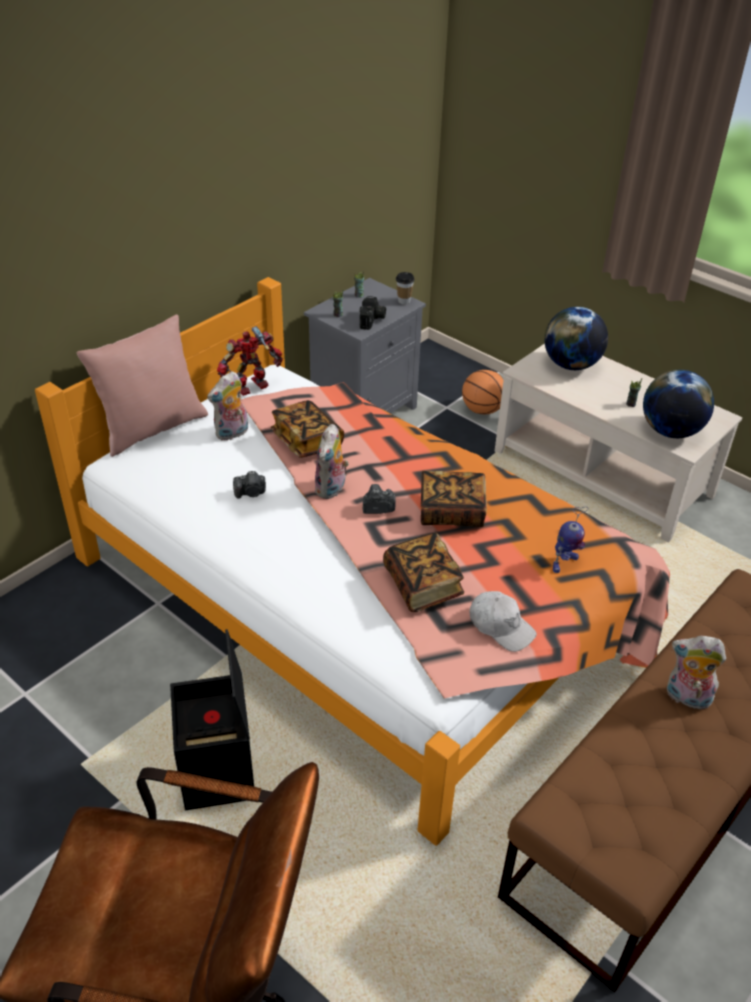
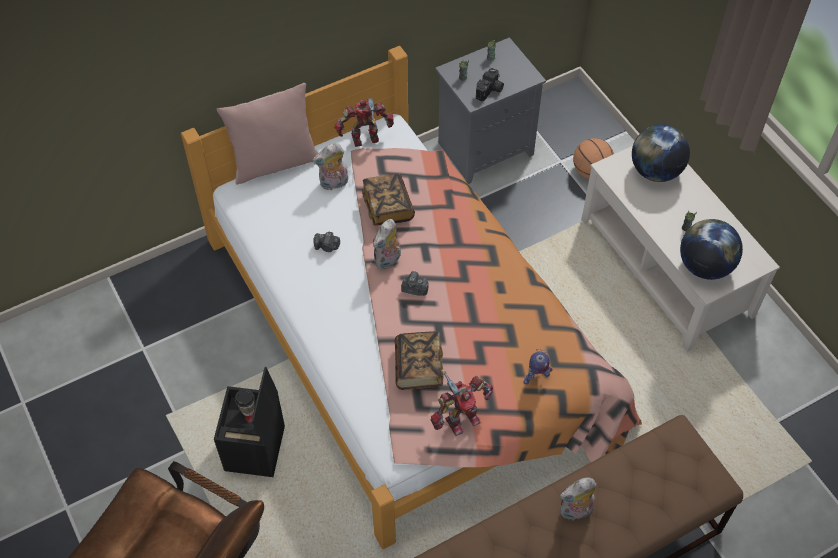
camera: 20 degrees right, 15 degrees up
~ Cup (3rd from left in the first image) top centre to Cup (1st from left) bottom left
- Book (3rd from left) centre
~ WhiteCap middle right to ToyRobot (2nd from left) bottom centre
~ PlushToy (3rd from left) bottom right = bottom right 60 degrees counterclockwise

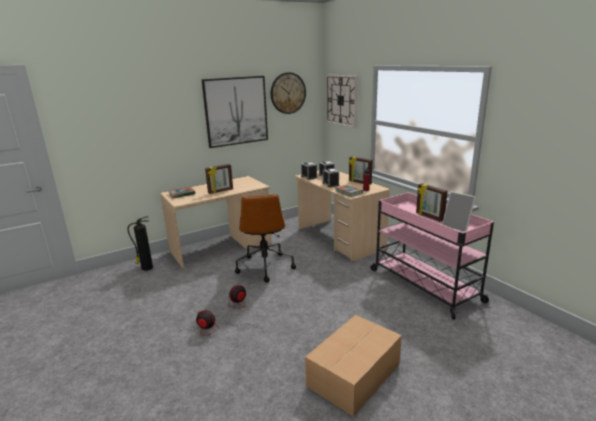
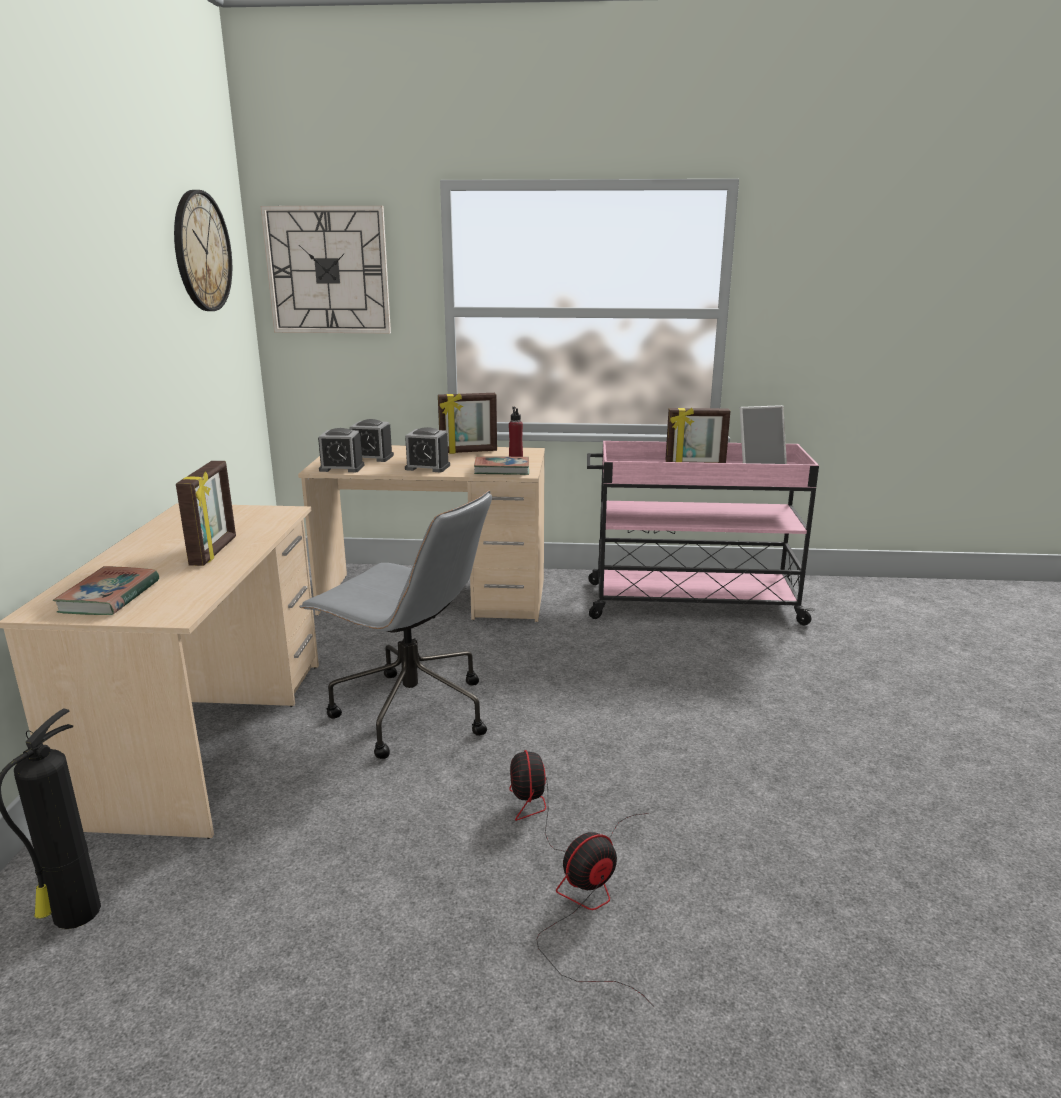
camera: 55 degrees left, 0 degrees up
- Picture top centre
~ BrownOfficeChair centre to GreyOfficeChair centre
- CardboardBox bottom centre

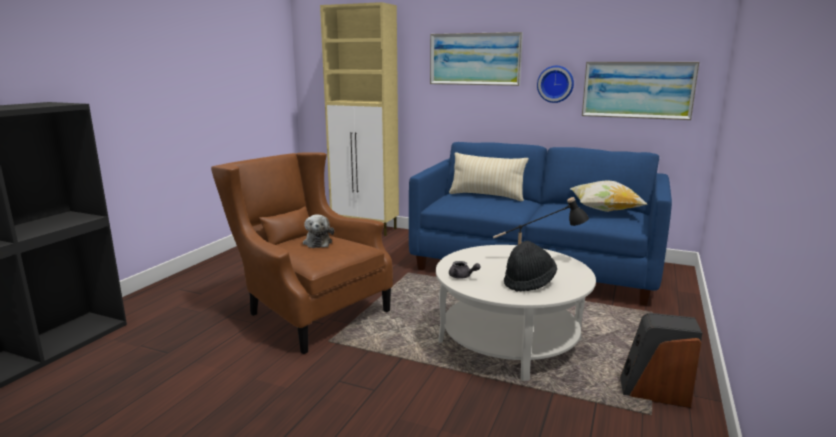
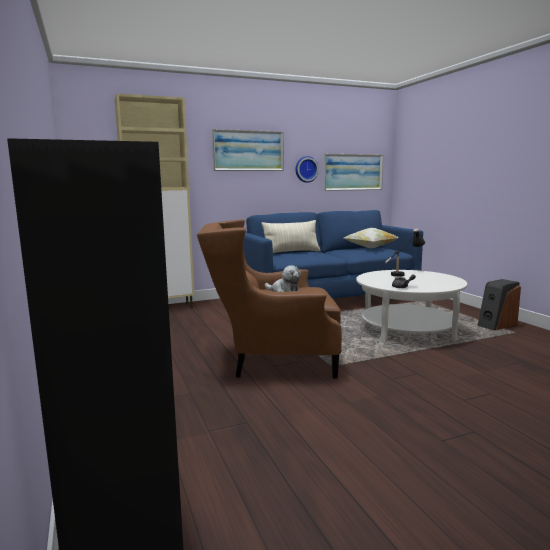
camera: 45 degrees left, 5 degrees down
- BlackHat centre

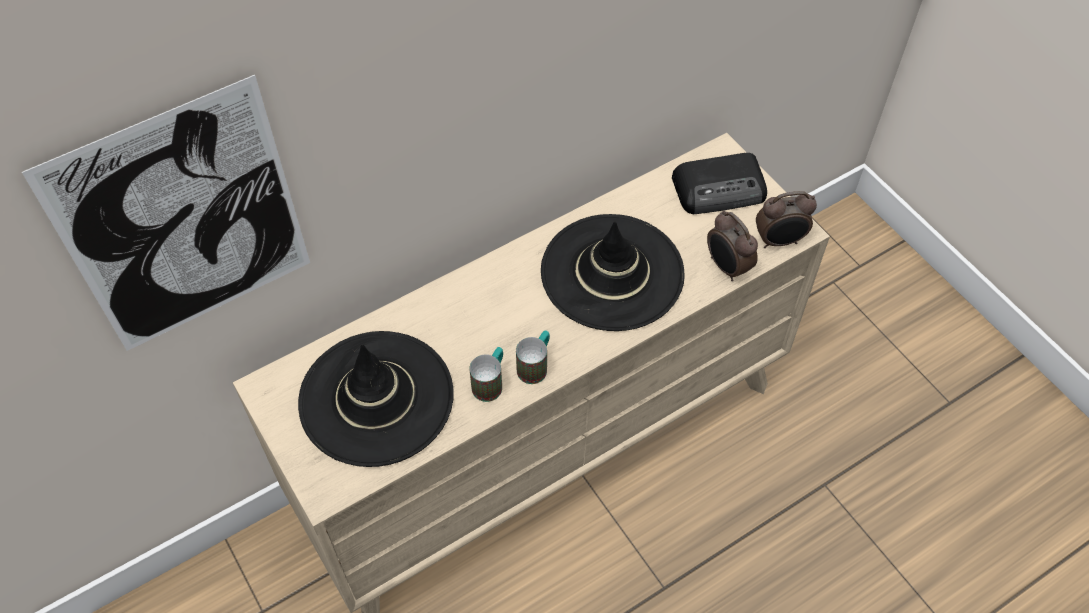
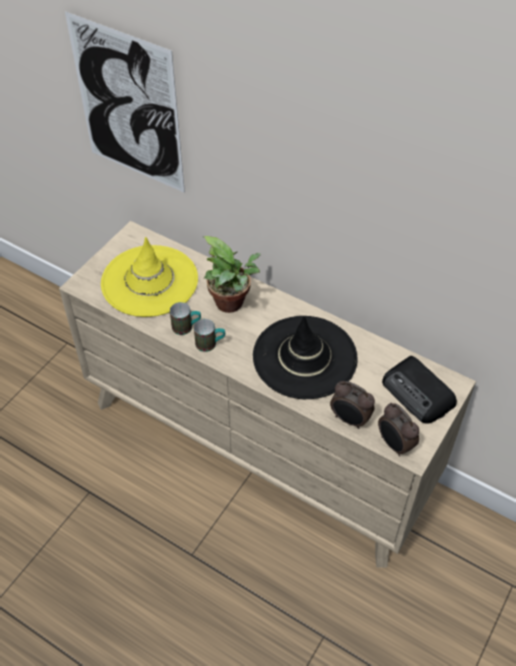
camera: 65 degrees right, 5 degrees down
~ BlackHat (1st from left) centre to YellowHat middle left
~ AlarmClock (1st from left) middle right = middle right 90 degrees counterclockwise
+ PottedPlant centre

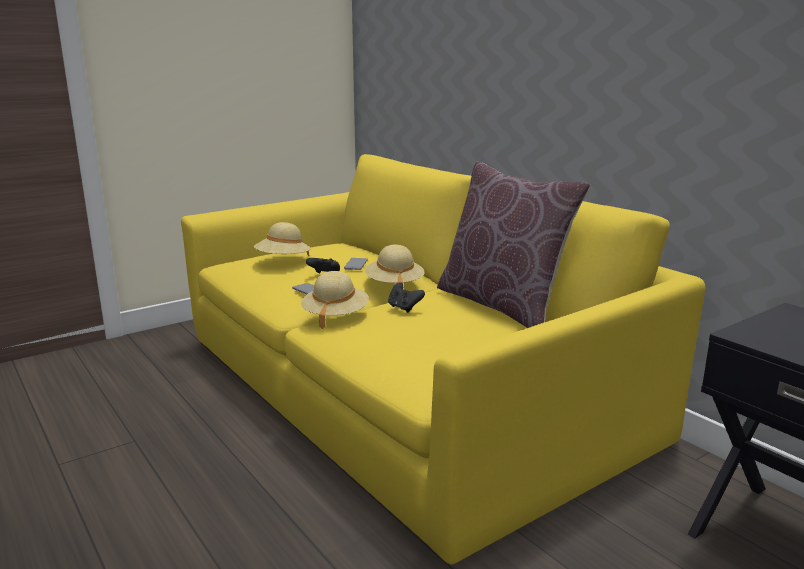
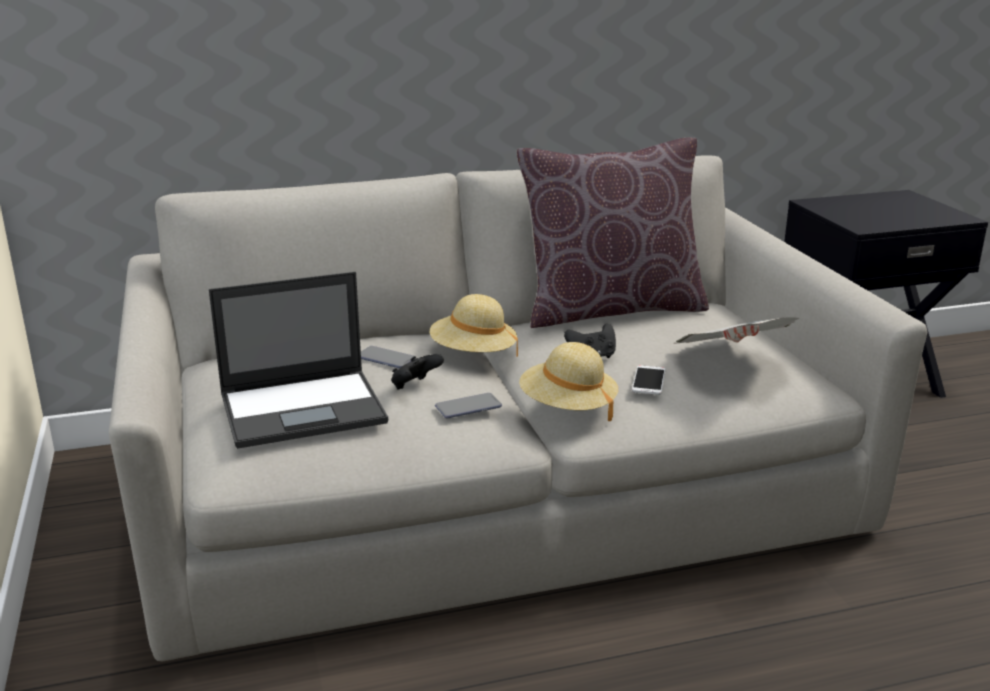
camera: 70 degrees left, 5 degrees up
~ YellowSofa centre to GreySofa centre
~ BeigeHat (1st from left) centre to Laptop middle left
+ Phone (3rd from left) centre
+ Newspaper middle right

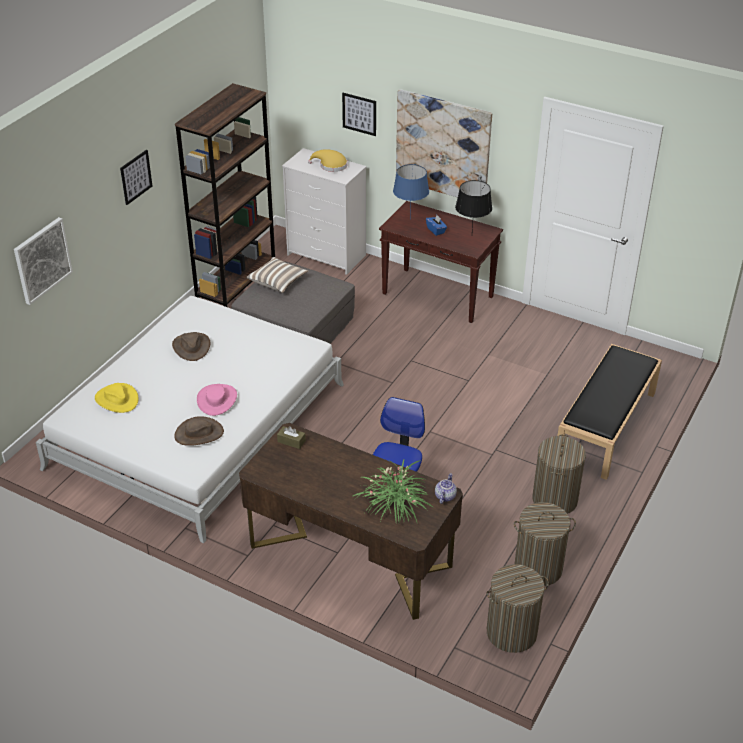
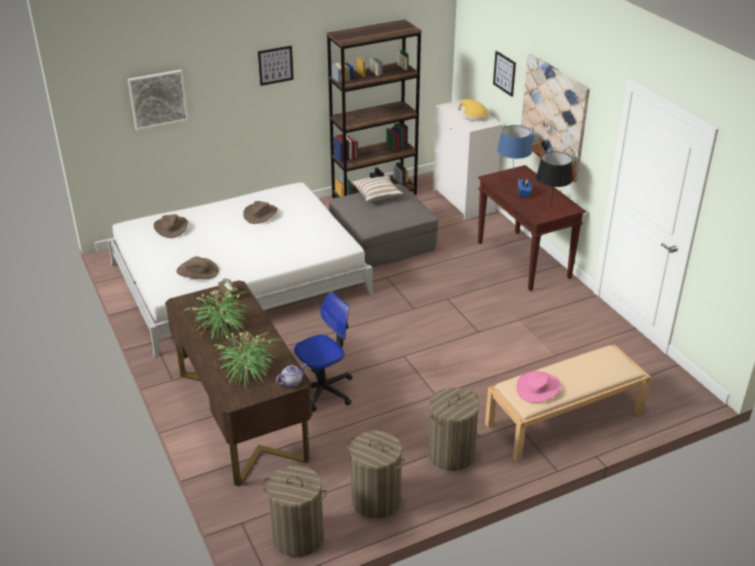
camera: 35 degrees right, 5 degrees down
~ YellowHat (1st from left) middle left to BrownHat (1st from left) middle left
~ PinkHat middle left to bottom right
~ BlackBench middle right to BeigeBench bottom right
+ PottedPlant (1st from left) middle left

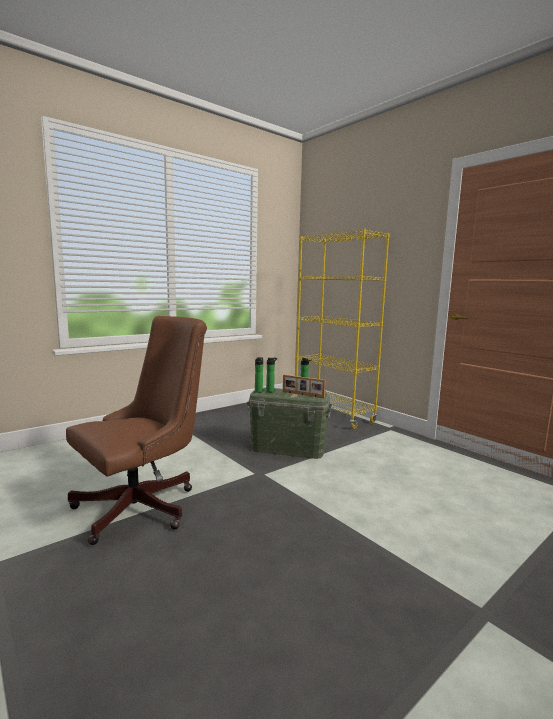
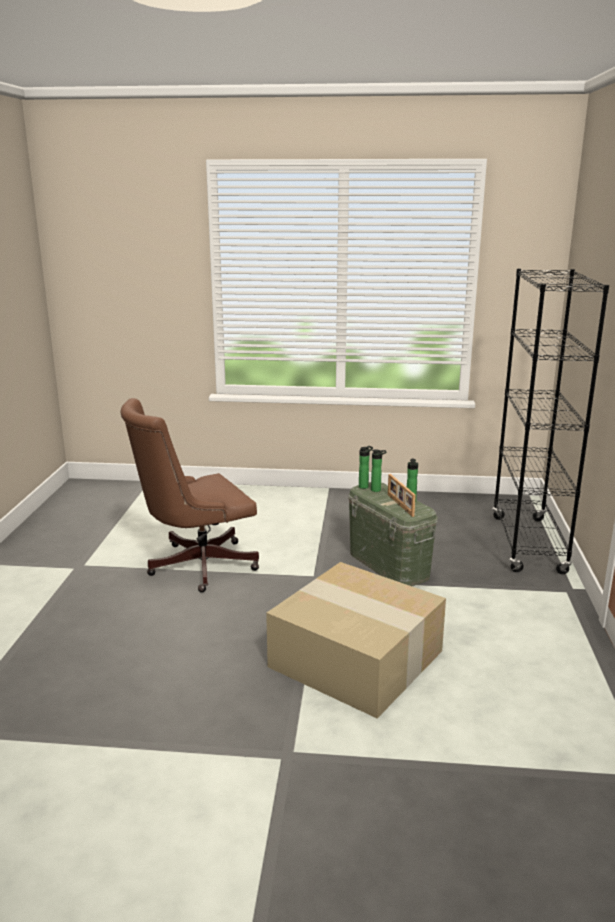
camera: 45 degrees right, 10 degrees up
~ BrownOfficeChair middle left = middle left 150 degrees clockwise
~ YellowBookcase centre to BlackBookcase middle right
+ CardboardBox bottom centre

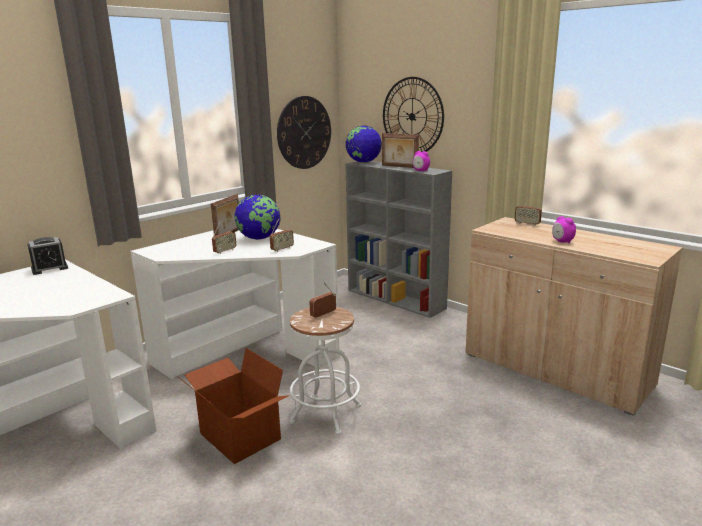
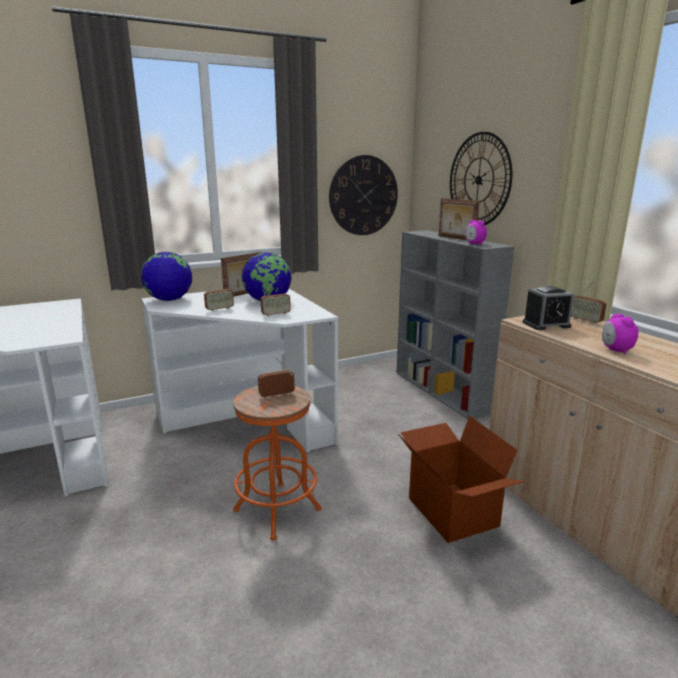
camera: 20 degrees right, 0 degrees up
~ AlarmClock (1st from left in the first image) middle left to AlarmClock (2nd from left) middle right
~ CardboardBox bottom centre to bottom right
~ WhiteStool bottom centre to OrangeStool bottom centre
~ Globe (2nd from left in the first image) top centre to Globe (1st from left) middle left

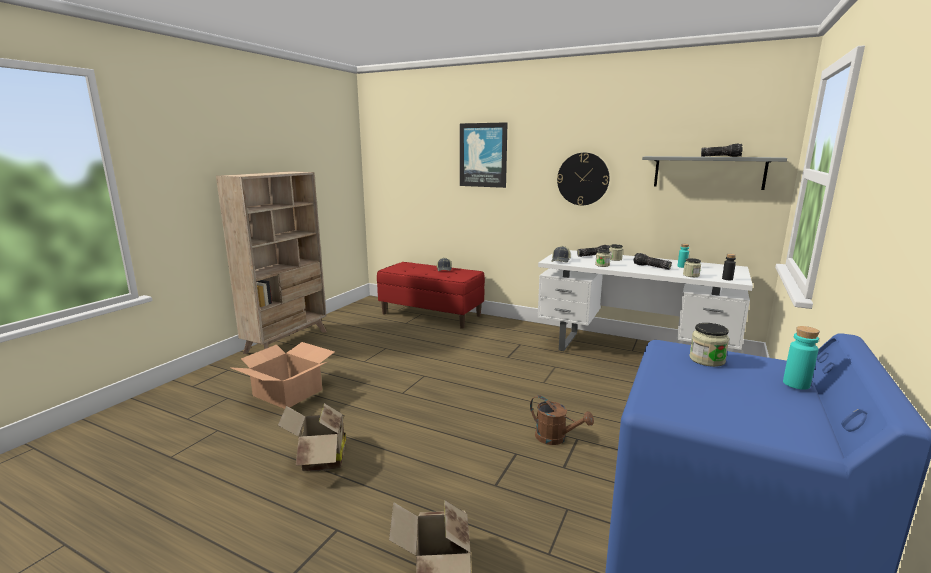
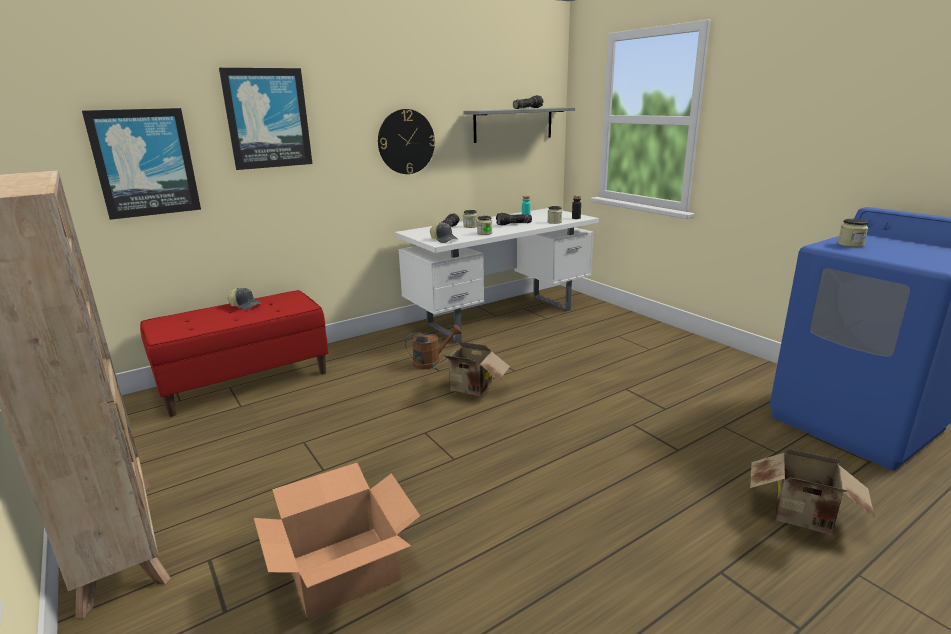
camera: 60 degrees left, 5 degrees up
~ CardboardBox (2nd from left) bottom centre to centre
~ BrownWateringCan bottom centre to centre
- TurquoiseBottle (2nd from left) middle right
+ Picture (1st from left) top left

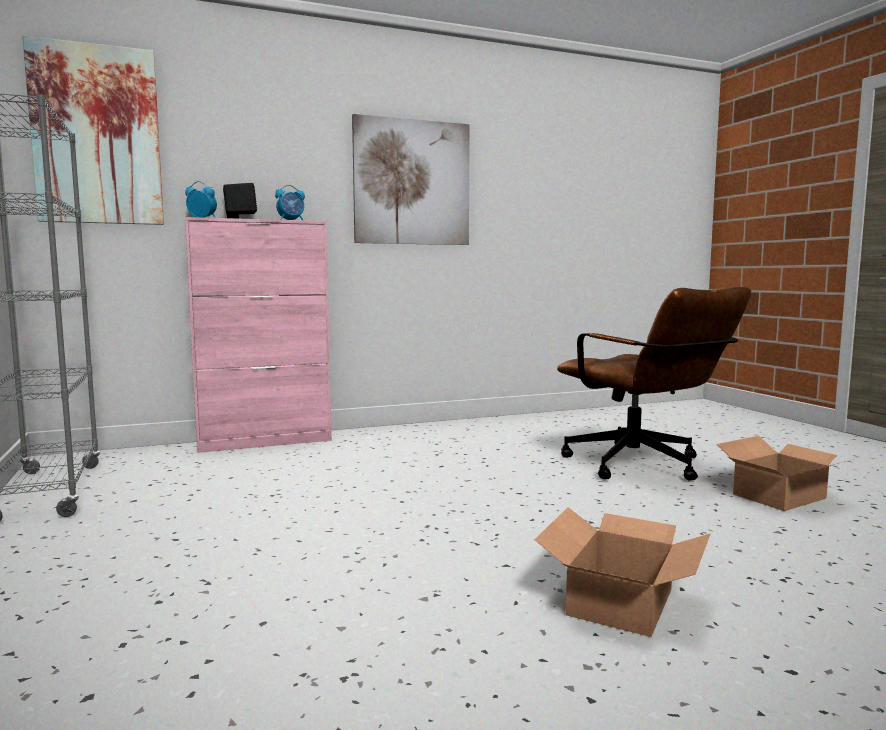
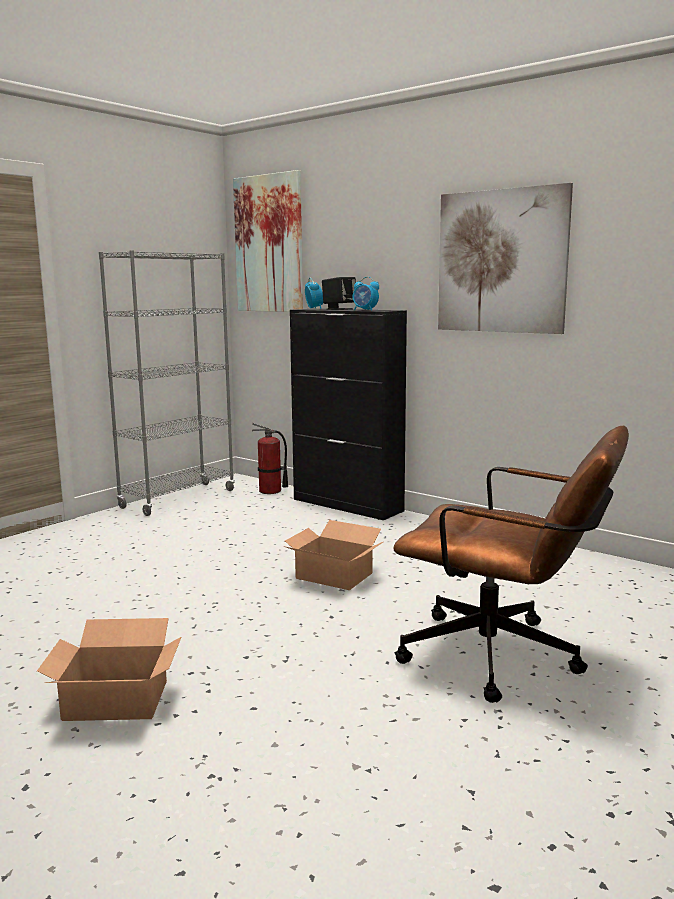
camera: 60 degrees right, 5 degrees up
~ PinkCabinet middle left to BlackCabinet centre
~ BrownOfficeChair middle right = middle right 90 degrees counterclockwise
~ CardboardBox (2nd from left) middle right to centre
+ FireExtinguisher centre

